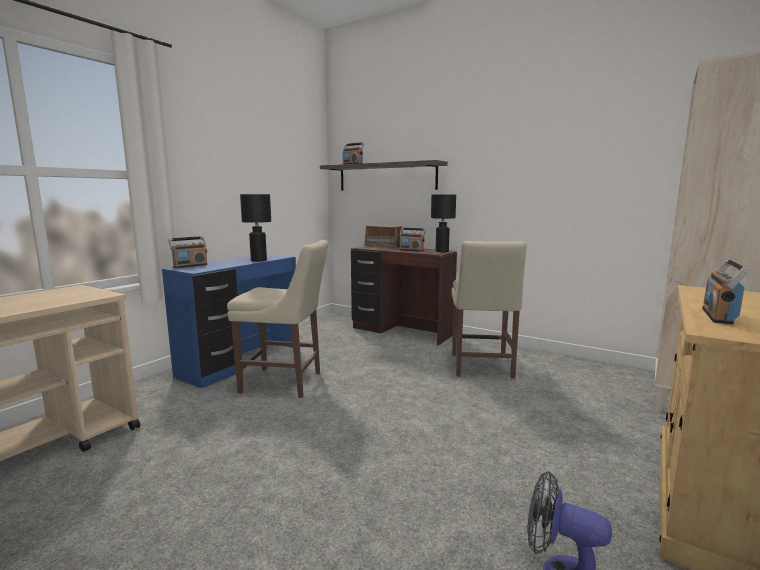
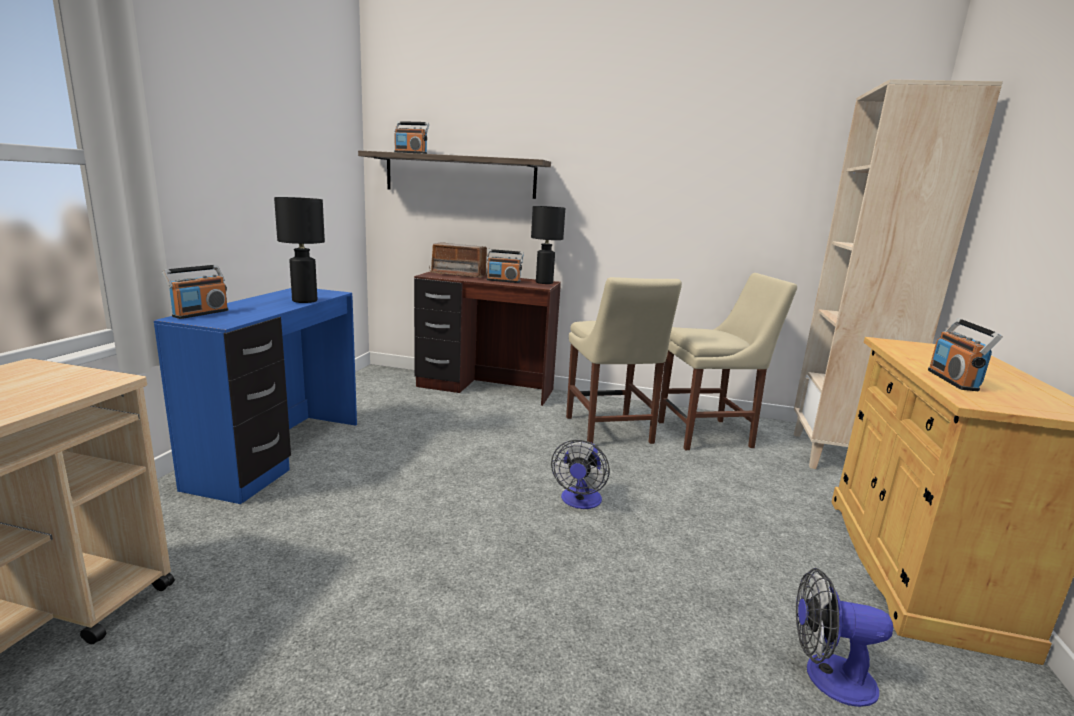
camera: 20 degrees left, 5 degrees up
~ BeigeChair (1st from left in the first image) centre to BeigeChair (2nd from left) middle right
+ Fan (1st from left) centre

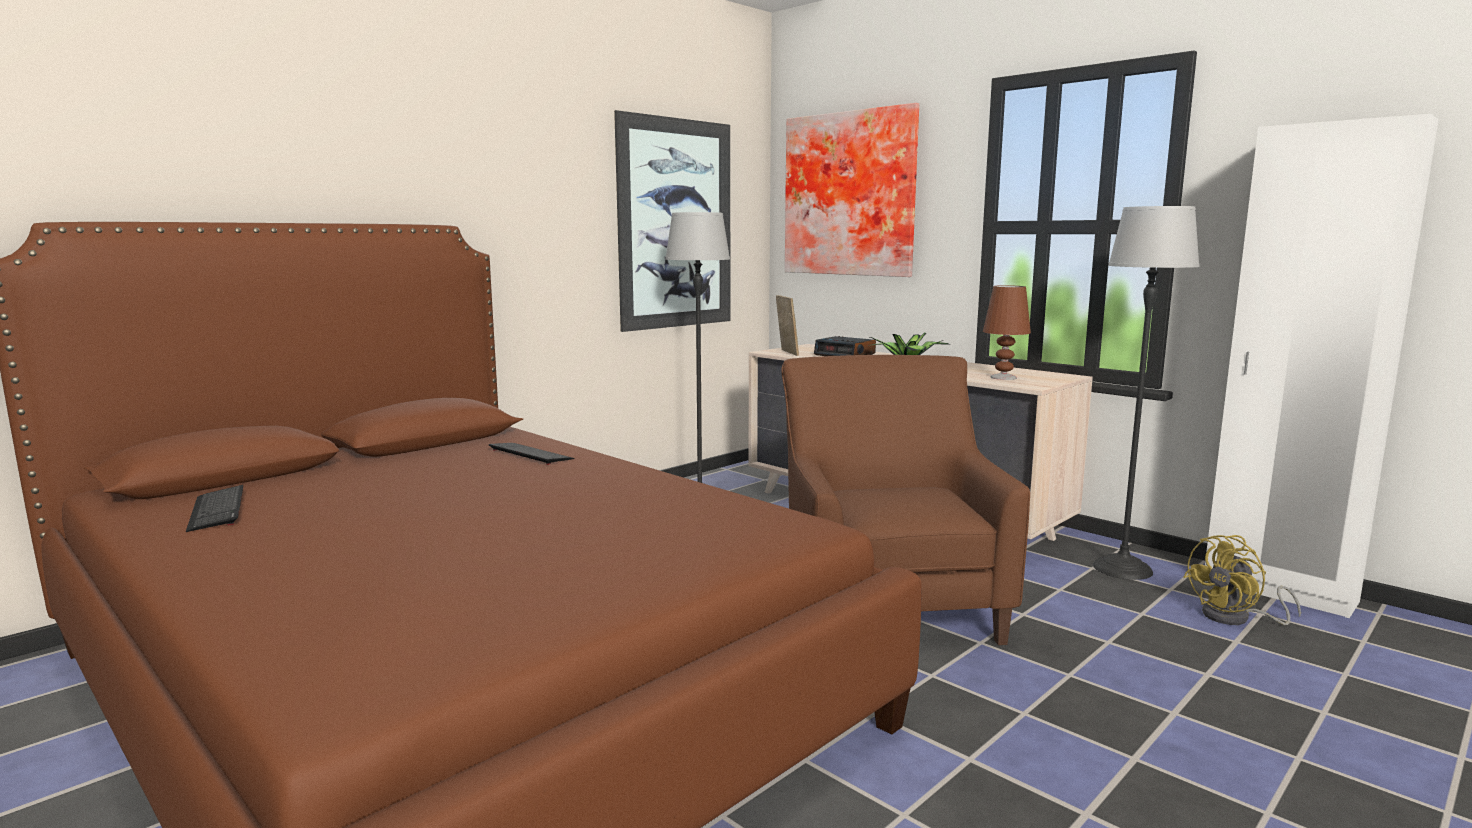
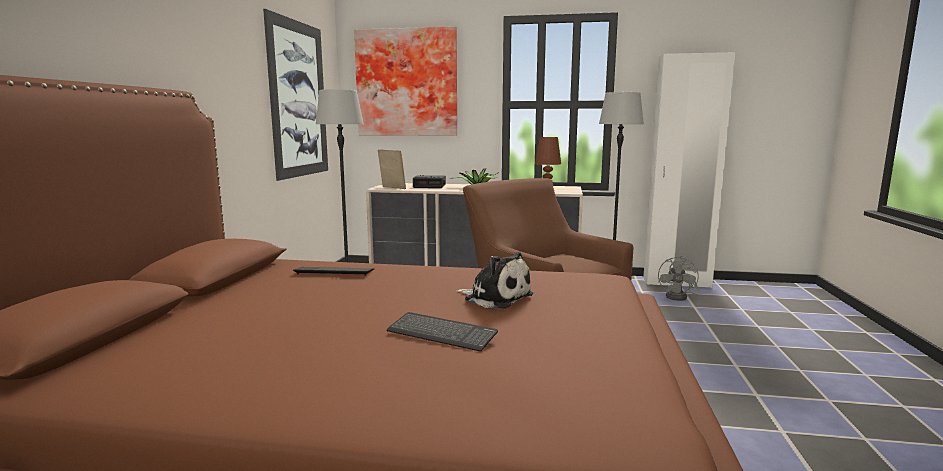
camera: 35 degrees left, 0 degrees up
~ Keyboard (1st from left in the first image) middle left to Keyboard (2nd from left) bottom centre
~ YellowFan bottom right to GreyFan middle right
+ PlushToy centre

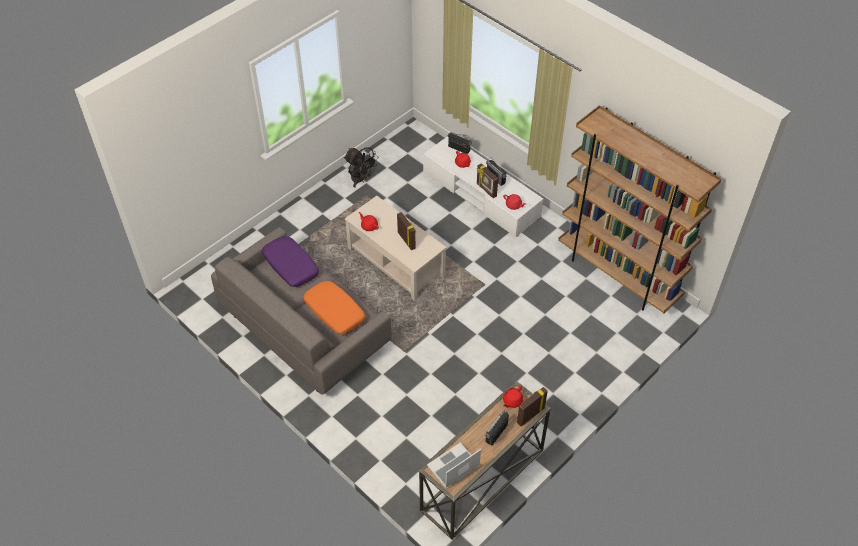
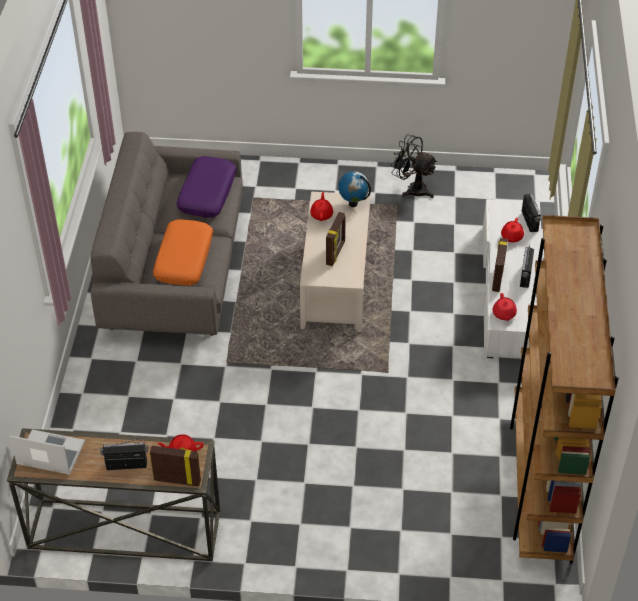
camera: 50 degrees right, 5 degrees down
~ BlackFan top centre = top centre 120 degrees clockwise
+ Globe top centre

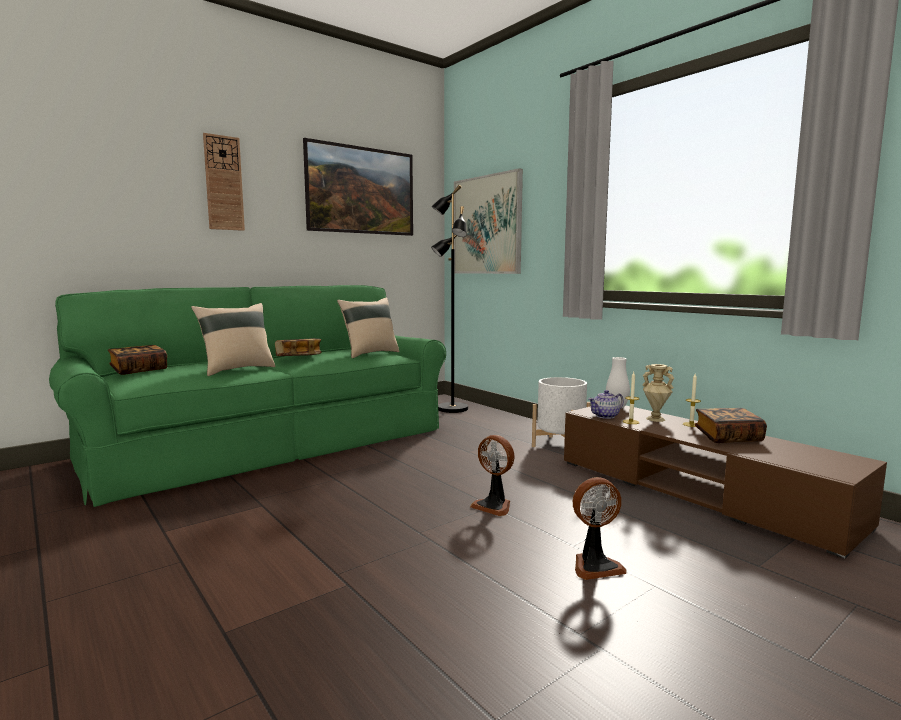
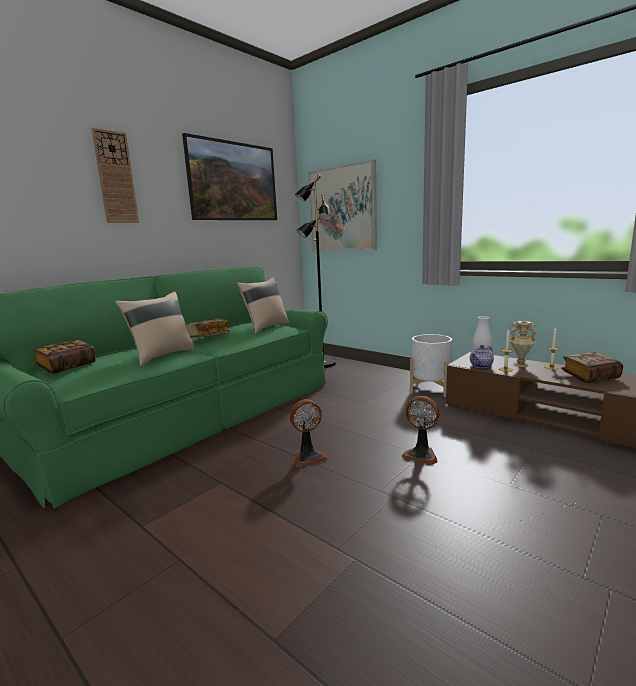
camera: 10 degrees left, 5 degrees up
~ Fan (2nd from left in the first image) bottom centre to Fan (1st from left) centre

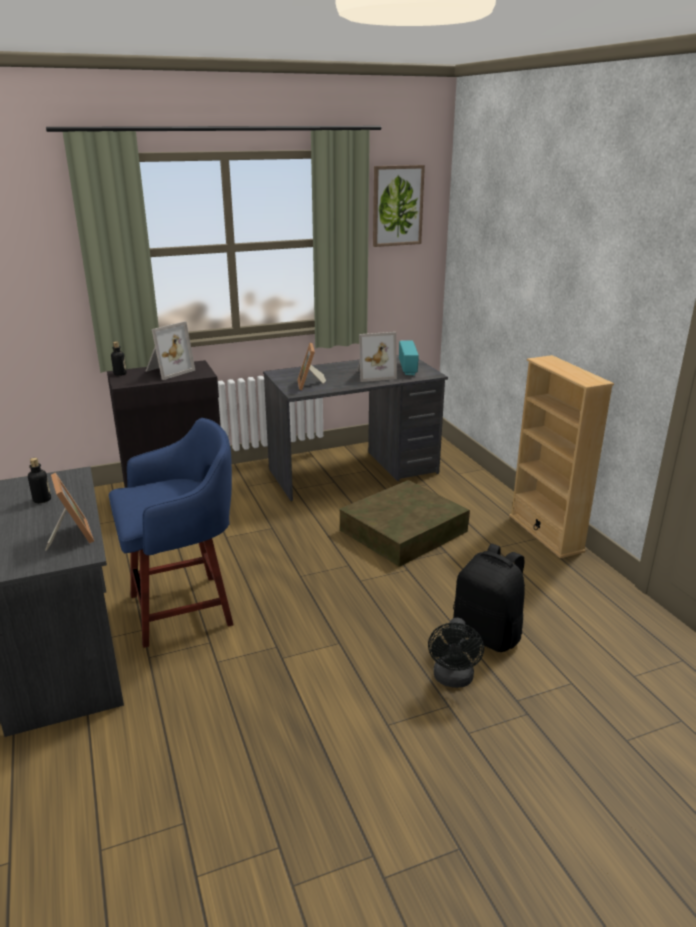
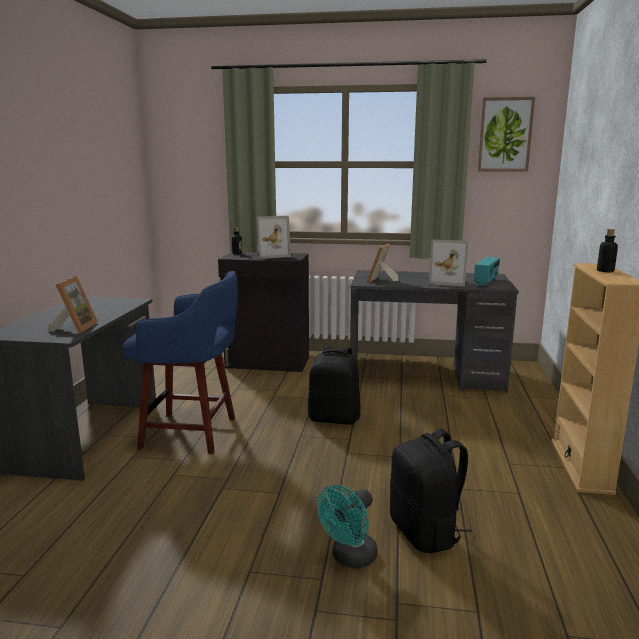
camera: 30 degrees right, 10 degrees down
~ Bottle (1st from left in the first image) middle left to Bottle (2nd from left) middle right
- BrownStorageBox centre
~ BlackFan bottom centre to TurquoiseFan bottom centre
+ BlackBackpack (1st from left) centre

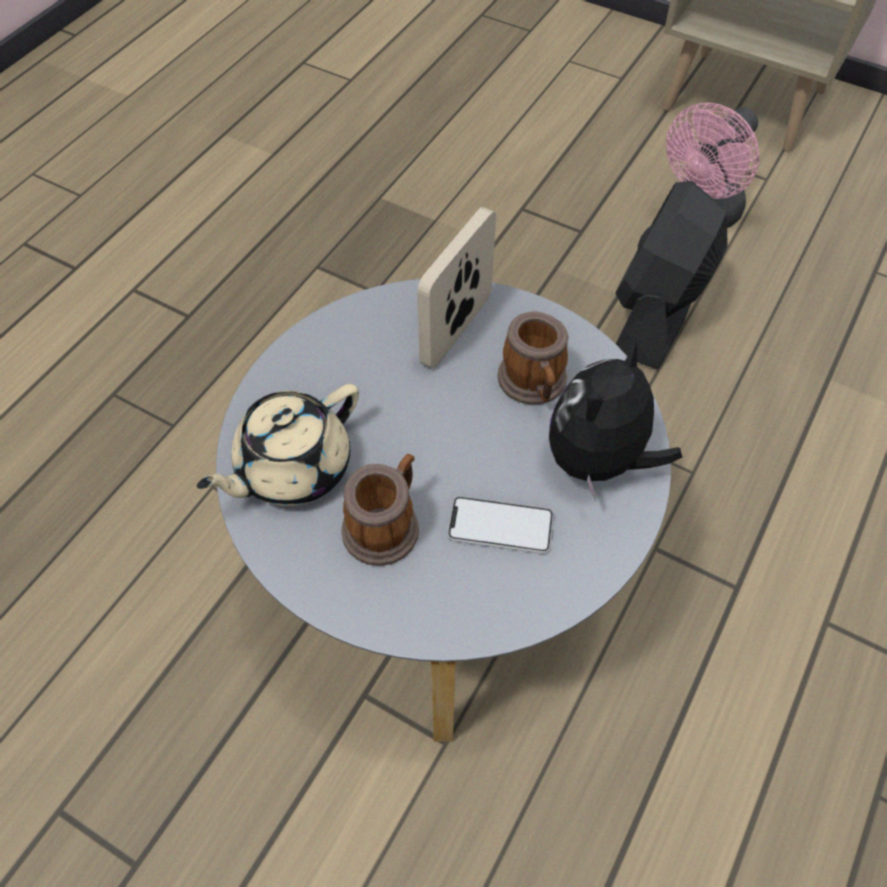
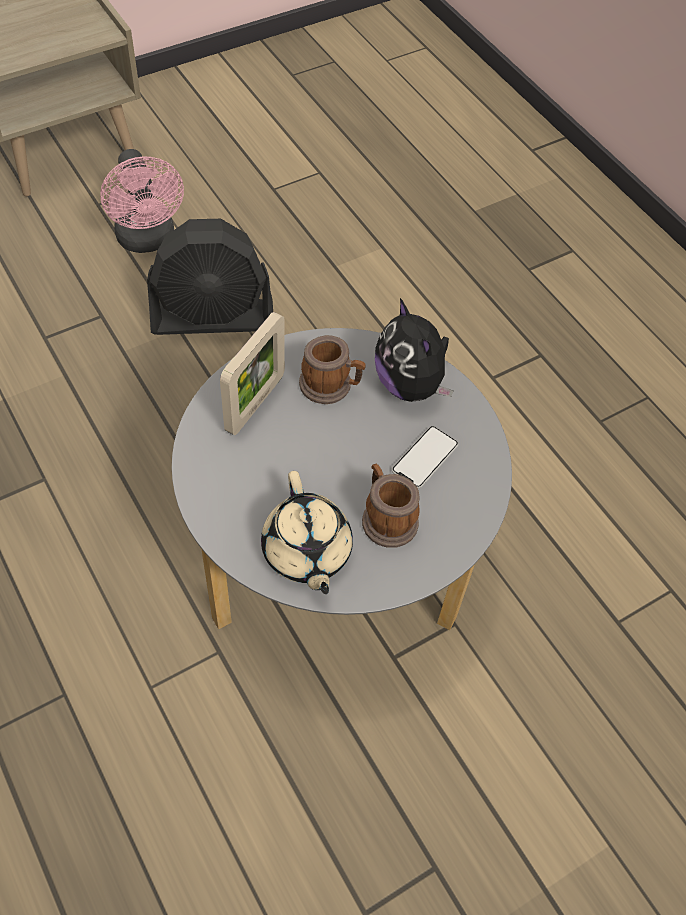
camera: 65 degrees left, 0 degrees up
~ PictureFrame top centre = centre 120 degrees counterclockwise
~ BlackFan top right = top left 60 degrees counterclockwise

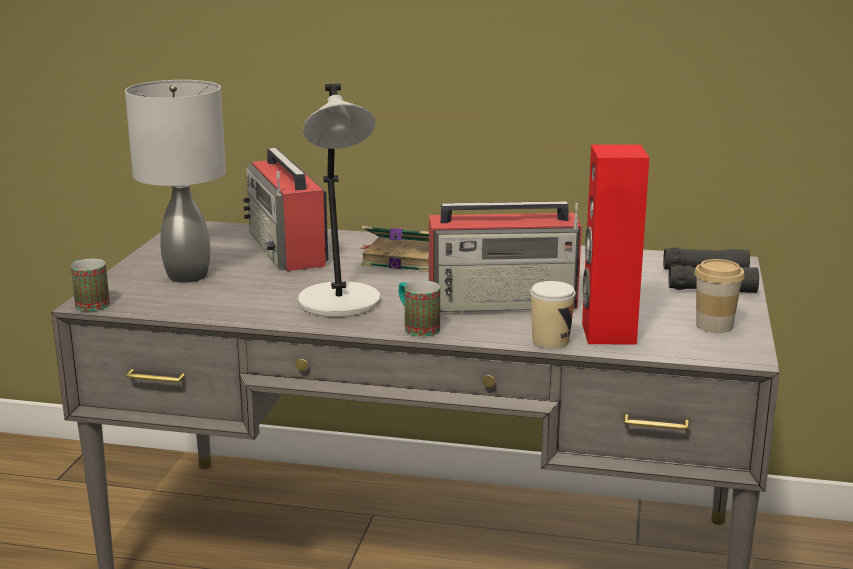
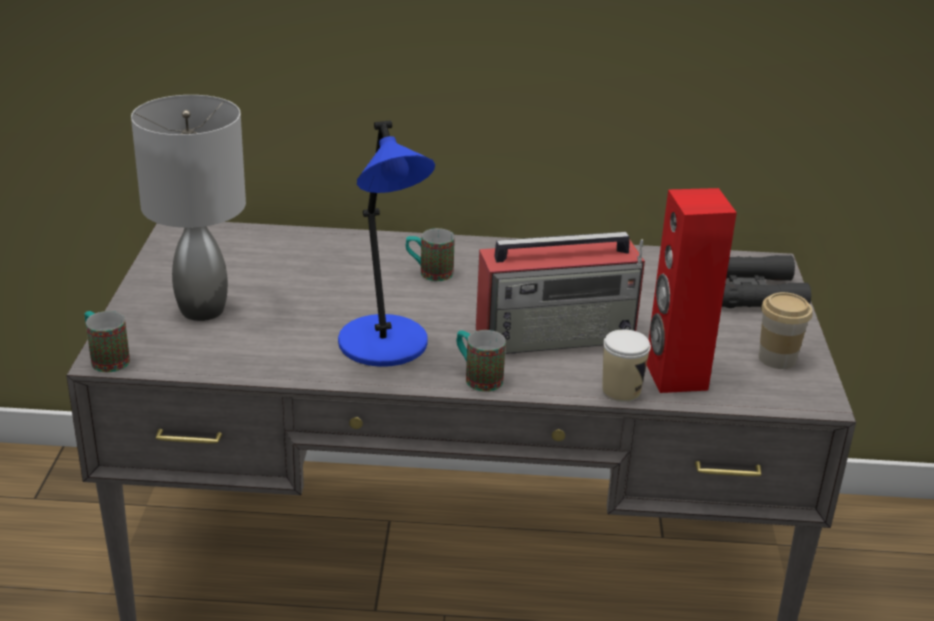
camera: 10 degrees left, 10 degrees up
- Radio (1st from left) centre
~ GreyTableLamp (2nd from left) centre to BlueTableLamp centre
~ Book centre to Mug (2nd from left) centre

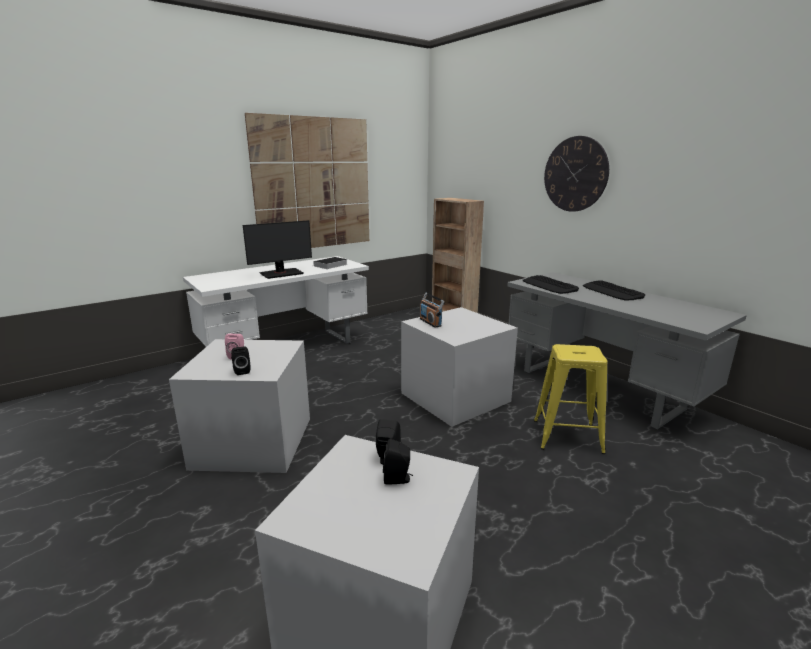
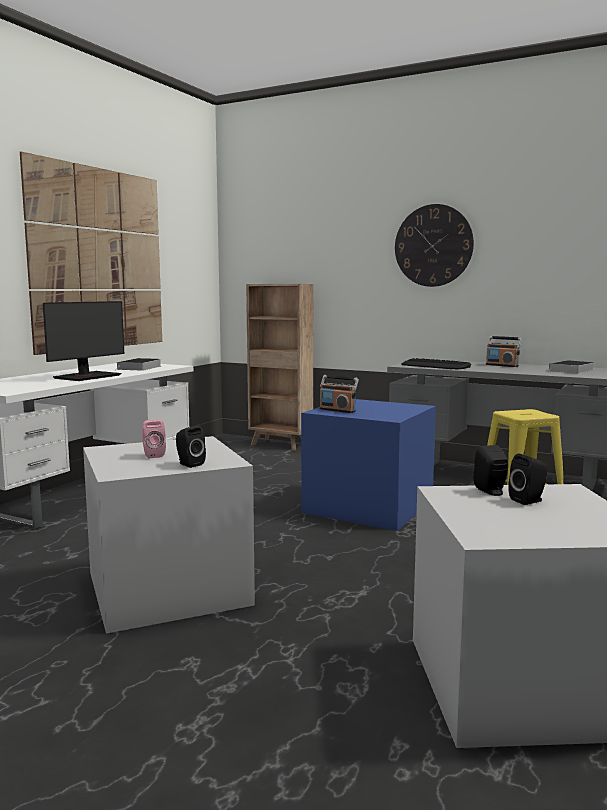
camera: 25 degrees left, 10 degrees down
~ GreyStorageBox (3rd from left) centre to BlueStorageBox centre
~ Keyboard (2nd from left) middle right to Radio (2nd from left) middle right
+ Book (2nd from left) middle right

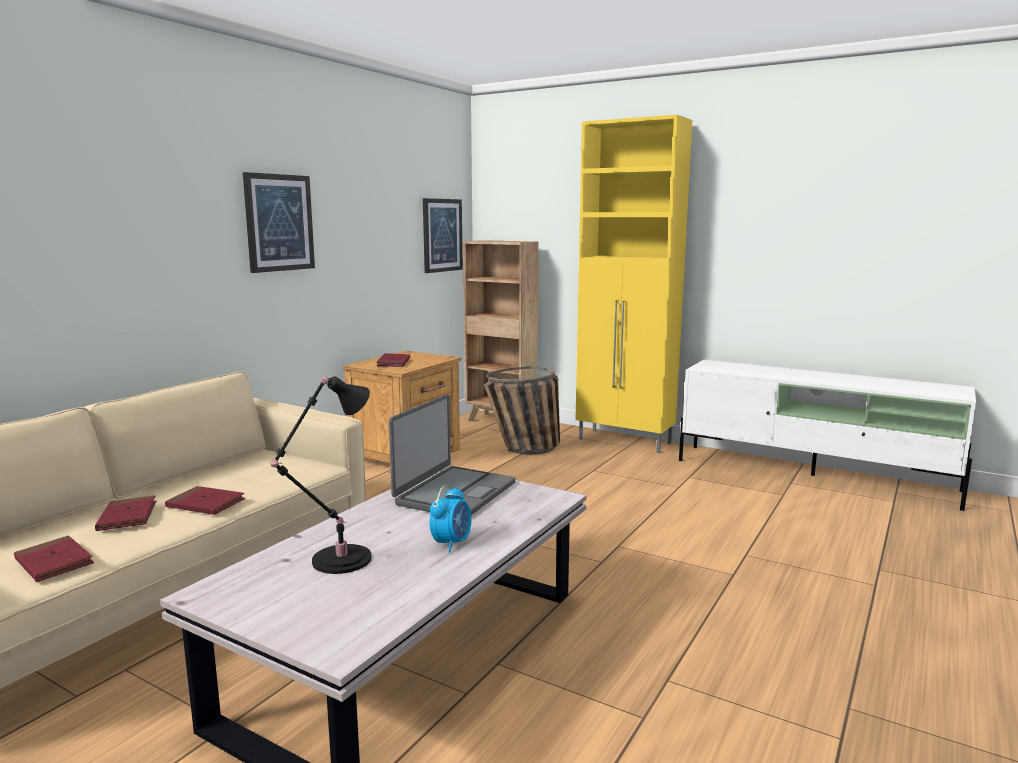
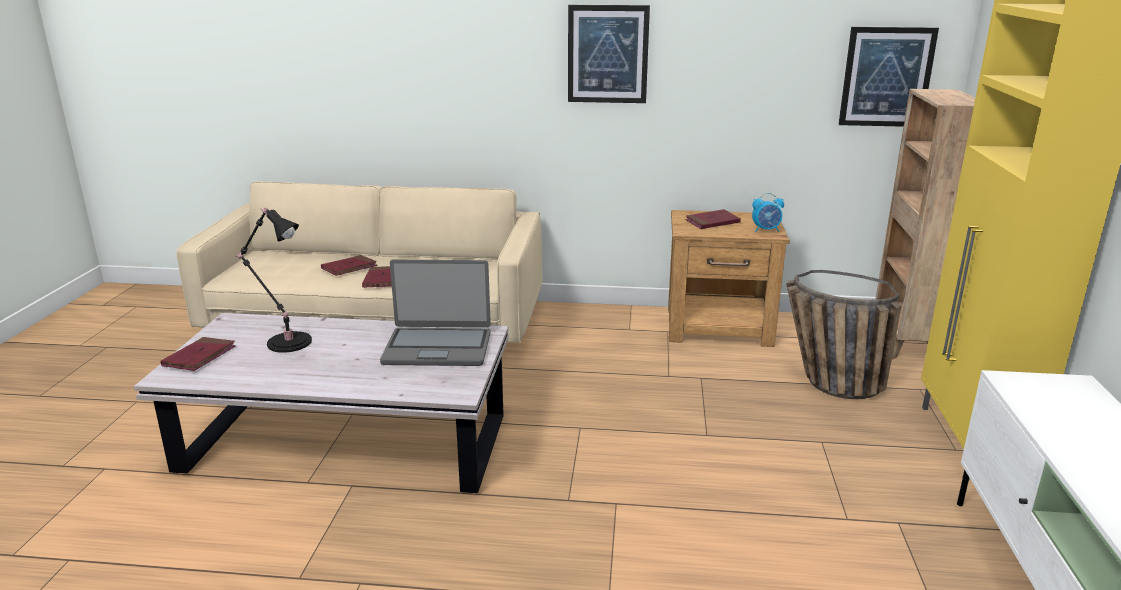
camera: 65 degrees right, 10 degrees up
~ RedBook (1st from left) bottom left to middle left
~ AlarmClock bottom centre to middle right

